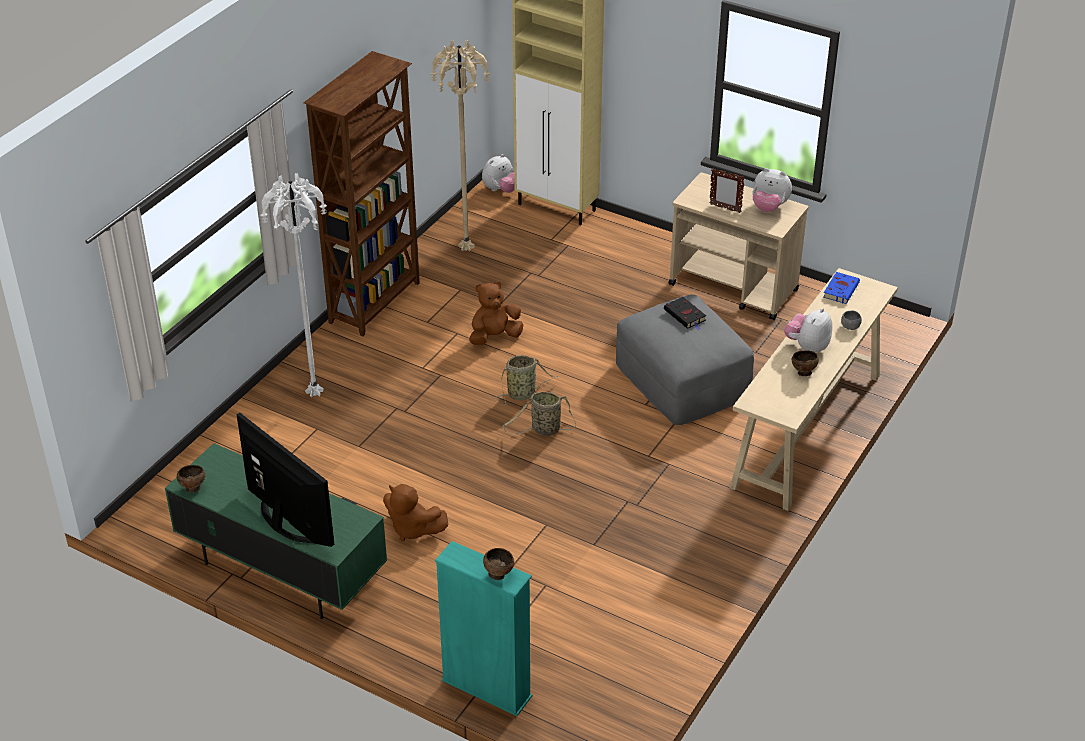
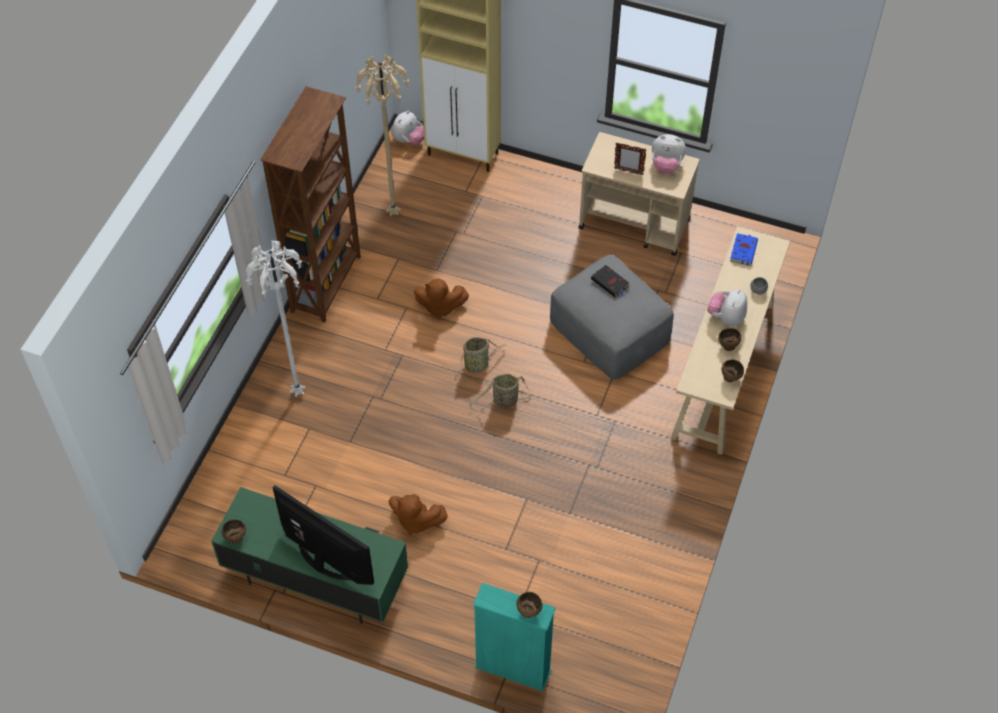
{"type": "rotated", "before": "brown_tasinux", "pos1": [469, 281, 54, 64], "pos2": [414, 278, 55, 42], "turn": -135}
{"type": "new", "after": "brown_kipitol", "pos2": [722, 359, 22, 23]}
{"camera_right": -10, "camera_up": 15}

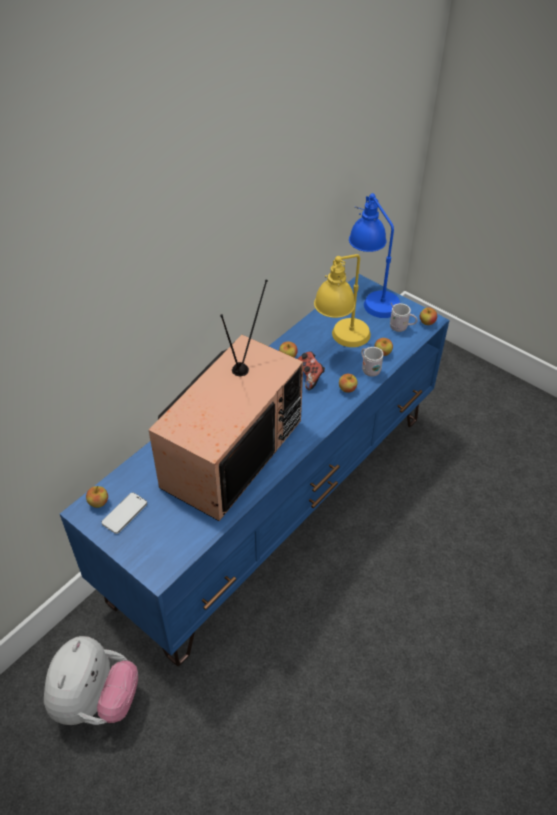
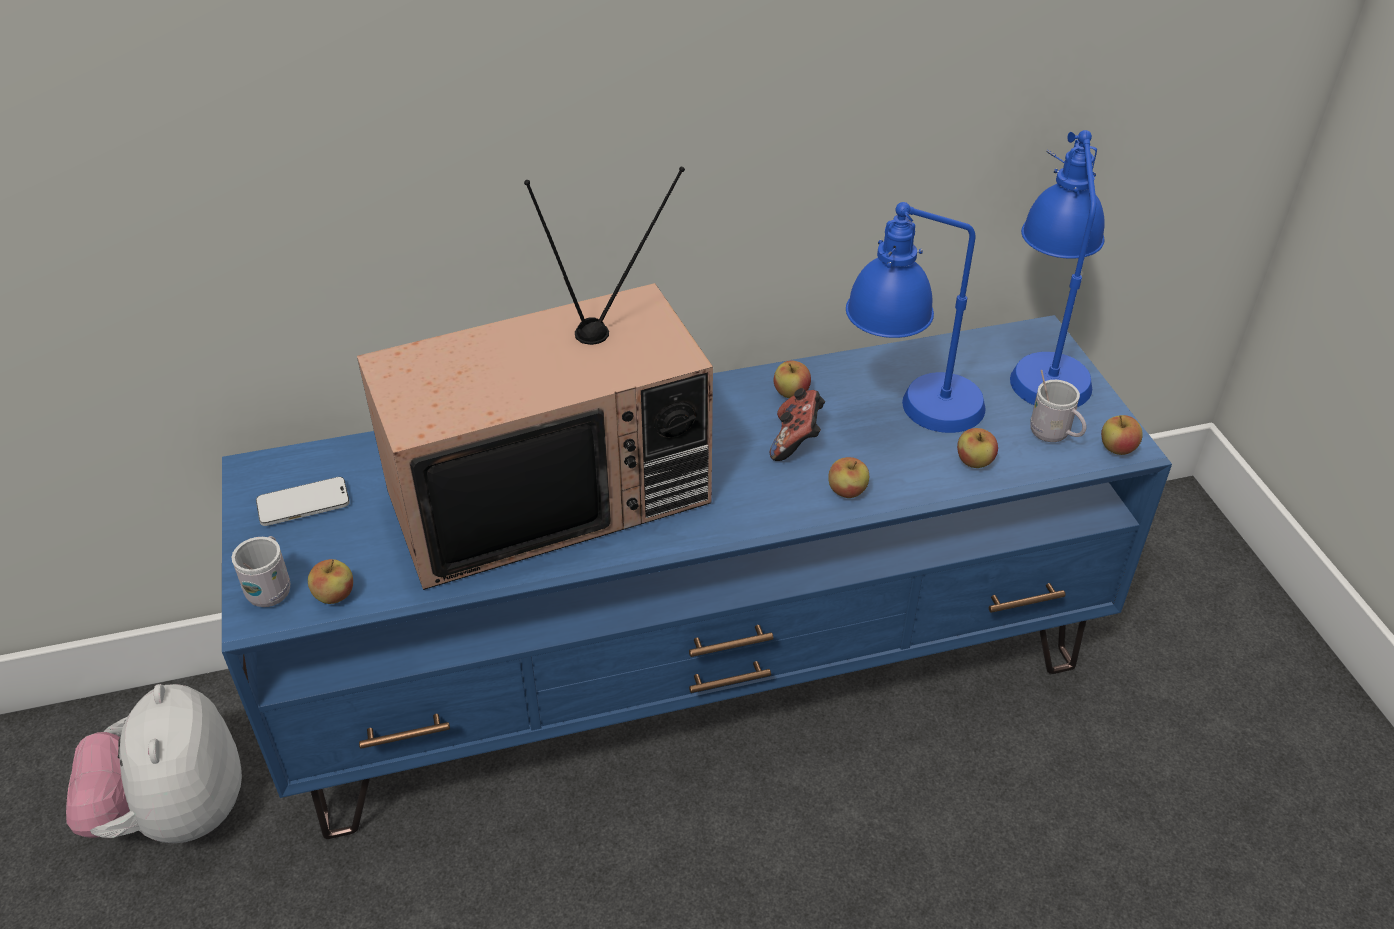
{"type": "rotated", "before": "tasinux", "pos1": [44, 636, 94, 89], "pos2": [66, 684, 176, 159], "turn": 120}
{"type": "shifted", "before": "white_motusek", "pos1": [361, 347, 23, 30], "pos2": [232, 536, 58, 71]}
{"type": "shifted", "before": "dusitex", "pos1": [86, 486, 22, 22], "pos2": [308, 559, 45, 45]}
{"type": "repainted", "before": "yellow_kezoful", "after": "blue_kezoful", "pos1": [314, 254, 57, 93], "pos2": [846, 202, 140, 231]}
{"camera_right": 35, "camera_up": -5}

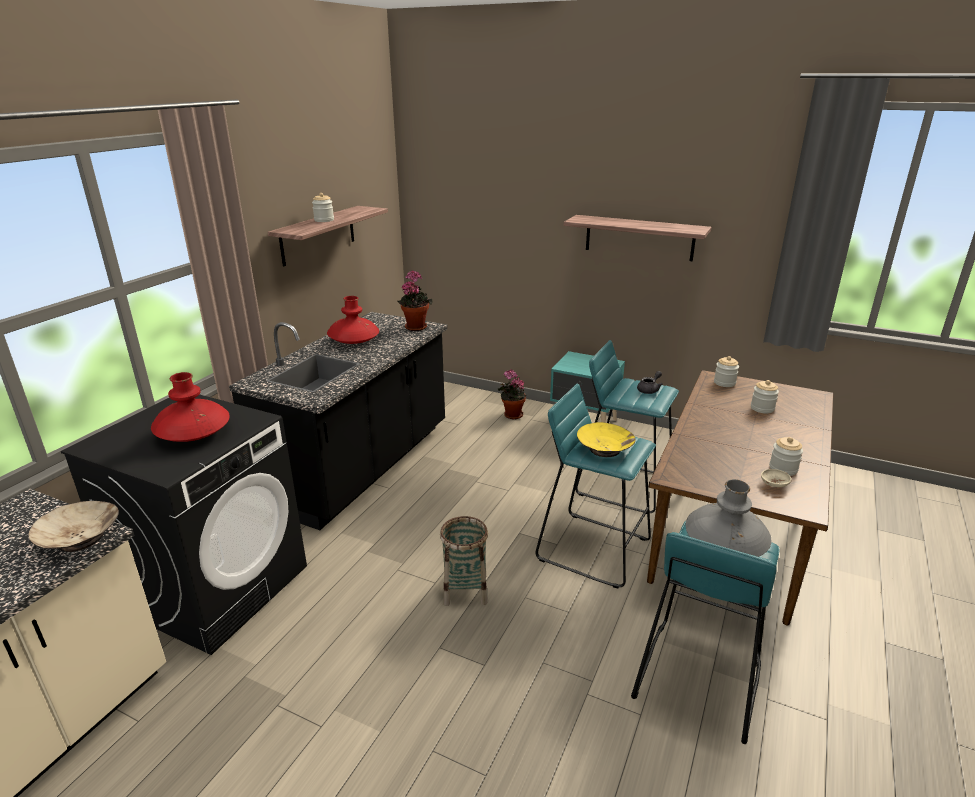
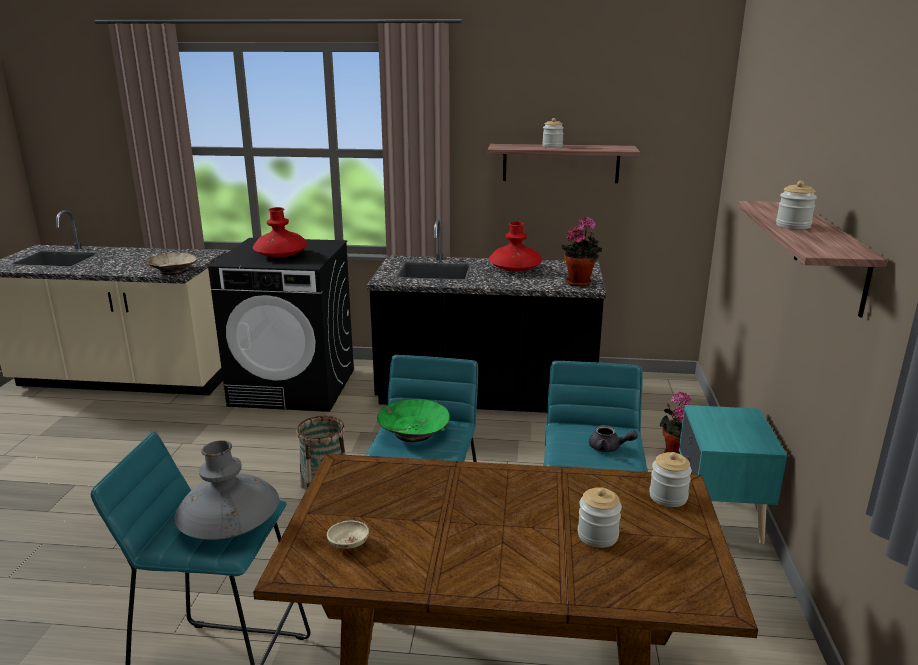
{"type": "repainted", "before": "yellow_kipitol", "after": "green_kipitol", "pos1": [577, 422, 59, 35], "pos2": [377, 399, 73, 43]}
{"type": "shifted", "before": "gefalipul", "pos1": [769, 437, 34, 39], "pos2": [776, 181, 41, 48]}
{"camera_right": 70, "camera_up": -5}

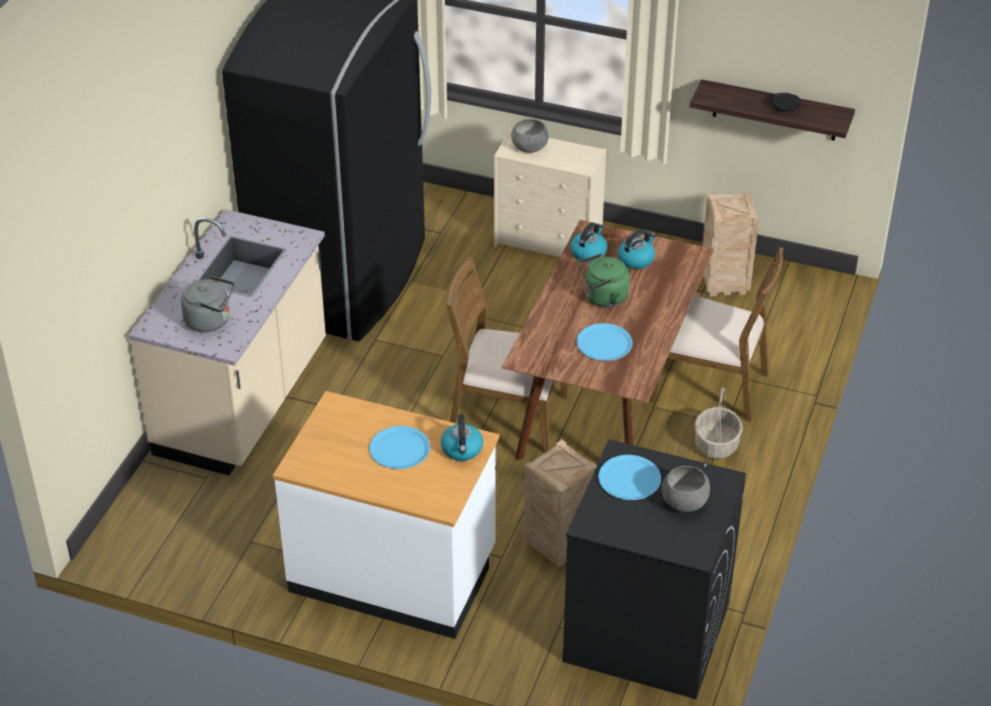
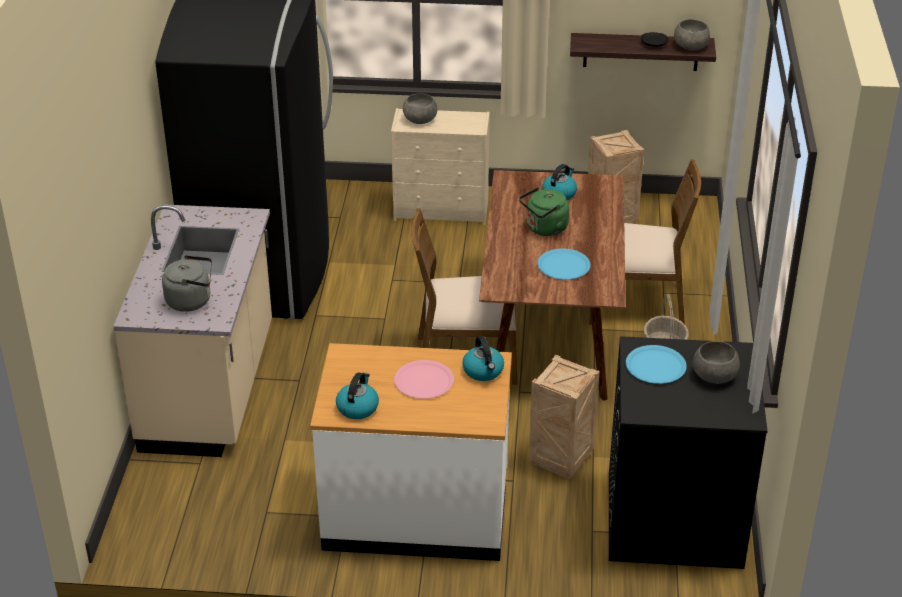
{"type": "shifted", "before": "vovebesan", "pos1": [570, 222, 37, 40], "pos2": [336, 372, 43, 47]}
{"type": "repainted", "before": "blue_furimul", "after": "pink_furimul", "pos1": [369, 426, 61, 43], "pos2": [394, 360, 60, 39]}
{"type": "new", "after": "grey_kipitol", "pos2": [674, 19, 36, 31]}
{"camera_right": -15, "camera_up": -5}

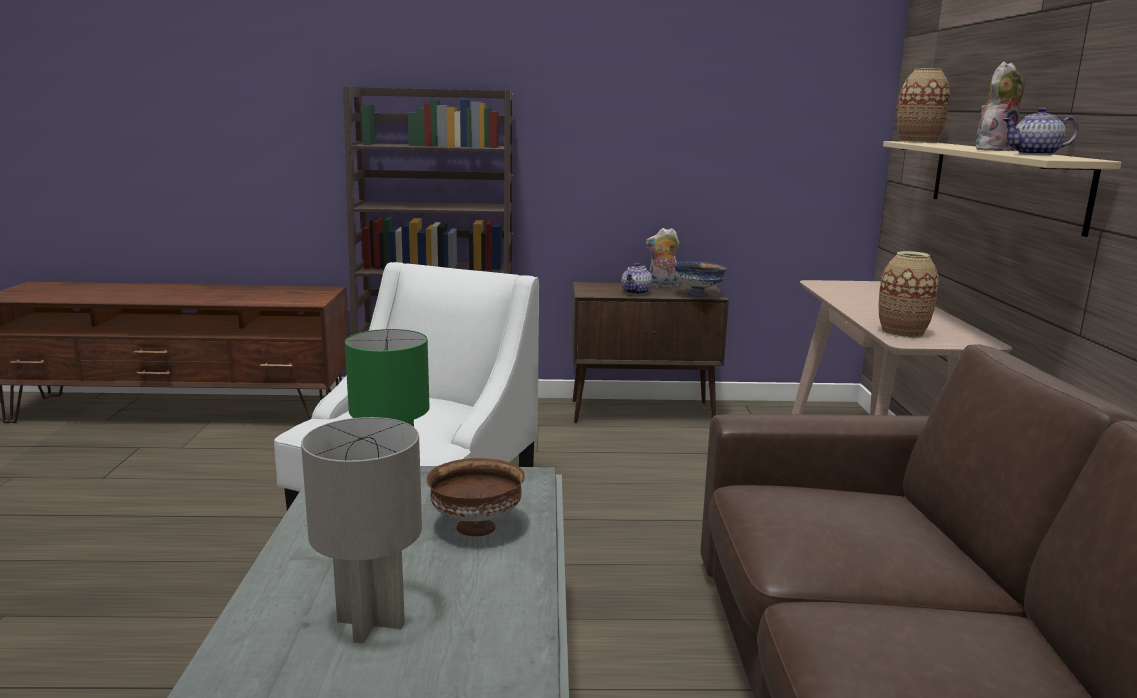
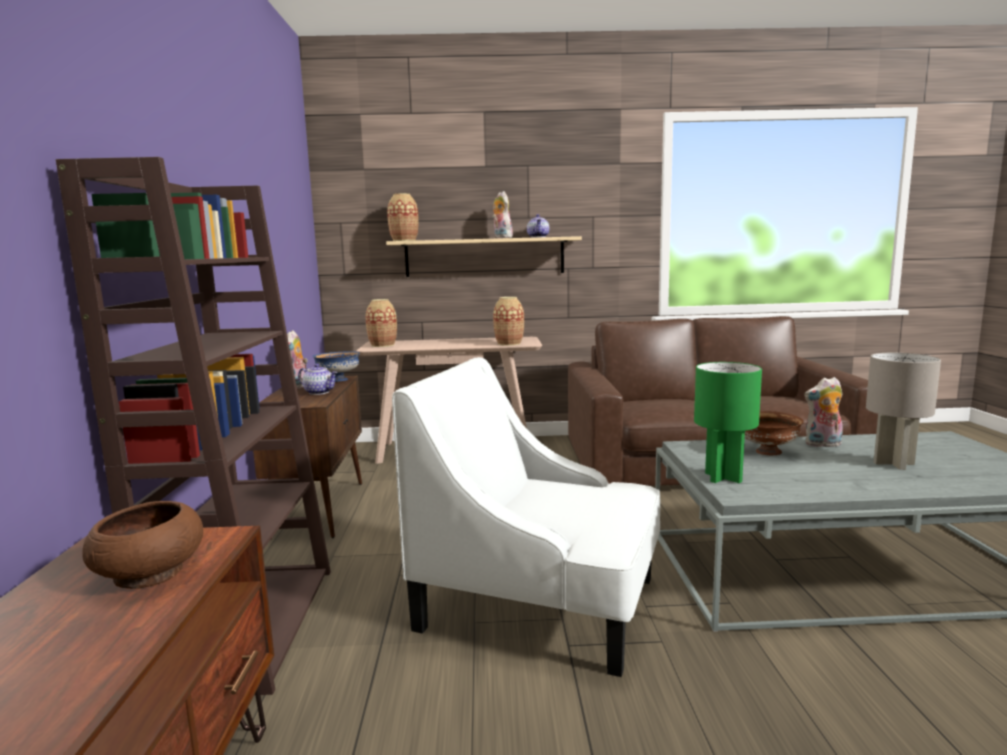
{"type": "new", "after": "brown_kipitol", "pos2": [82, 501, 121, 88]}
{"type": "new", "after": "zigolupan", "pos2": [365, 299, 32, 48]}
{"type": "new", "after": "tasinux", "pos2": [804, 377, 39, 70]}
{"camera_right": -90, "camera_up": -5}

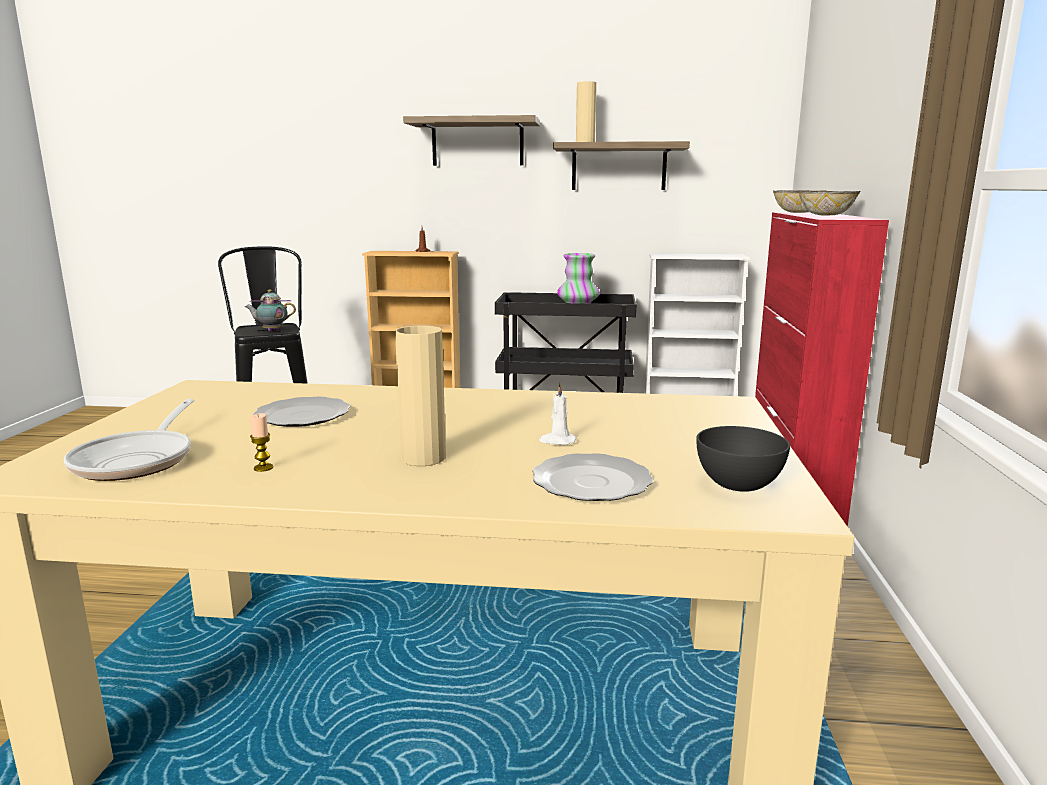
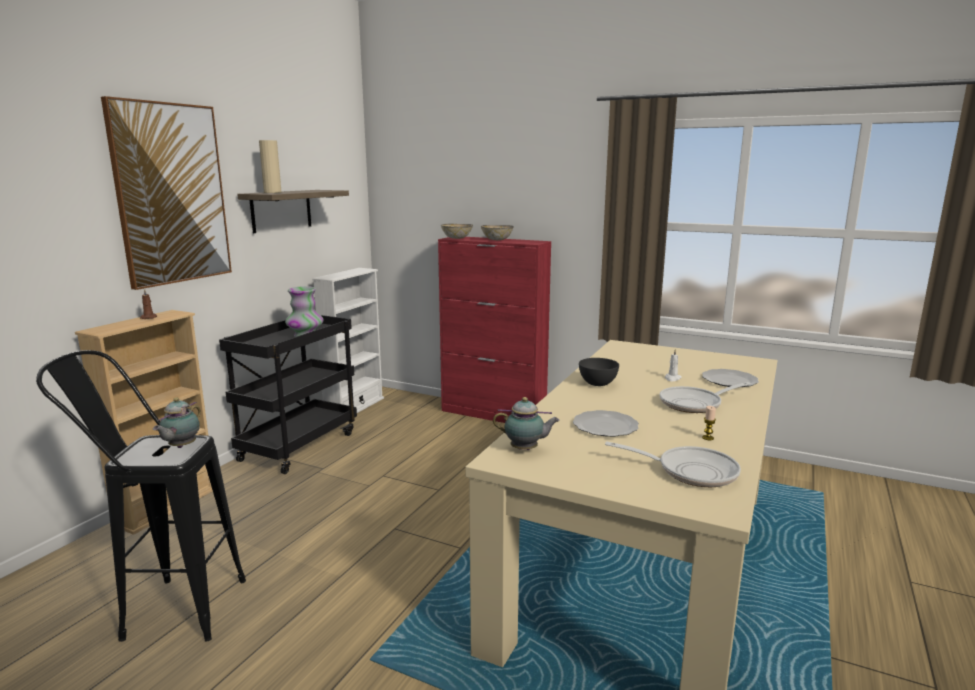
{"type": "swapped", "before": "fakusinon", "after": "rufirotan", "pos1": [403, 115, 137, 51], "pos2": [101, 96, 131, 194]}
{"type": "new", "after": "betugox", "pos2": [493, 397, 67, 53]}
{"type": "shifted", "before": "grey_kipitol", "pos1": [696, 426, 94, 66], "pos2": [579, 358, 40, 28]}
{"type": "swapped", "before": "beige_zigolupan", "after": "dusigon", "pos1": [395, 326, 51, 140], "pos2": [660, 382, 91, 31]}
{"camera_right": -70, "camera_up": 0}

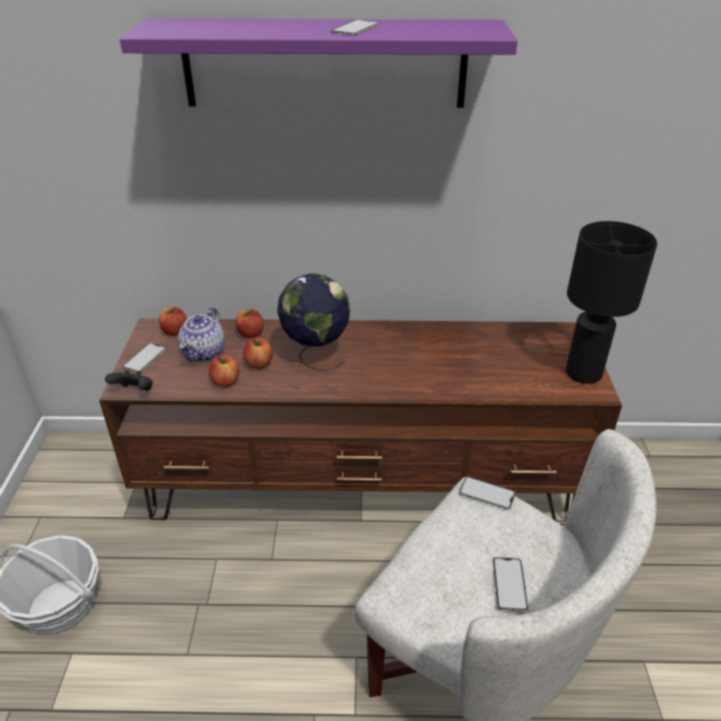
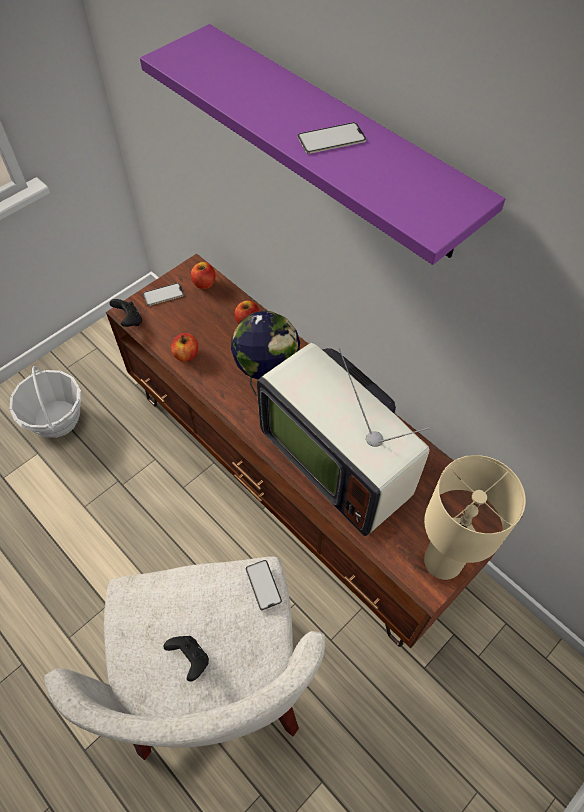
{"type": "swapped", "before": "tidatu", "after": "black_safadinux", "pos1": [493, 557, 35, 54], "pos2": [163, 636, 46, 46]}
{"type": "new", "after": "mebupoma", "pos2": [257, 343, 174, 193]}
{"type": "repainted", "before": "black_kezoful", "after": "beige_kezoful", "pos1": [566, 221, 91, 163], "pos2": [424, 455, 102, 125]}
{"type": "gone", "before": "betugox", "pos1": [178, 307, 47, 55]}
{"type": "gone", "before": "dusitex", "pos1": [243, 337, 30, 32]}
{"camera_right": 45, "camera_up": 20}

